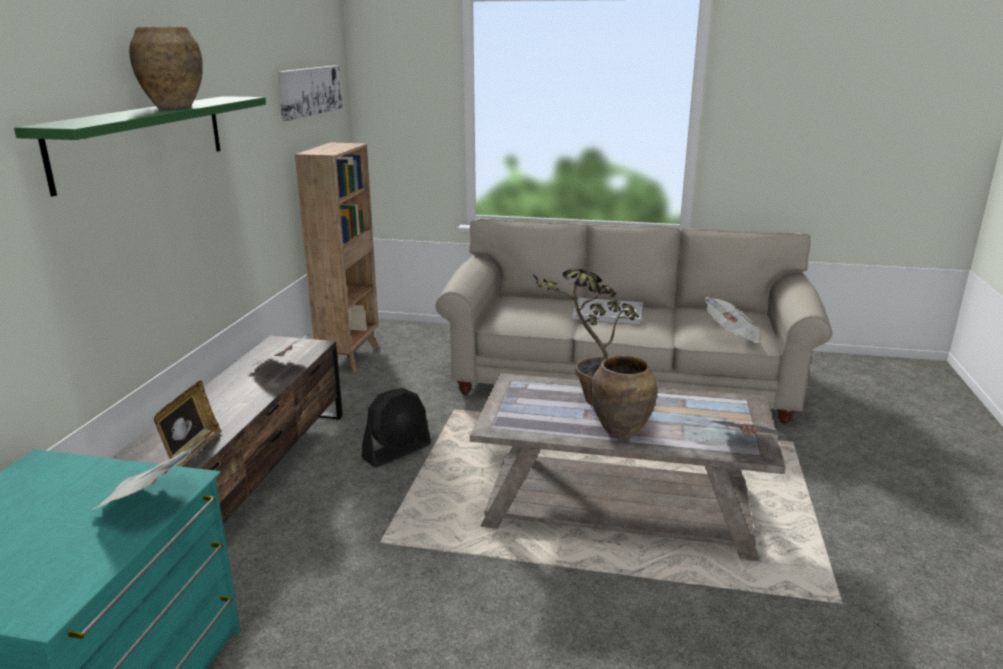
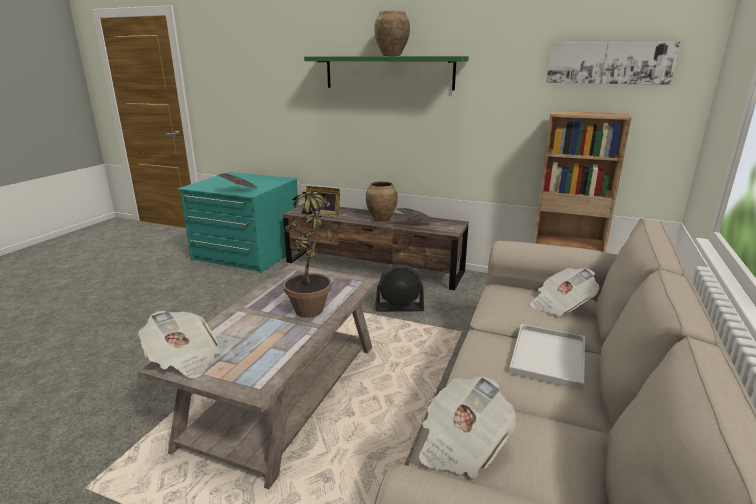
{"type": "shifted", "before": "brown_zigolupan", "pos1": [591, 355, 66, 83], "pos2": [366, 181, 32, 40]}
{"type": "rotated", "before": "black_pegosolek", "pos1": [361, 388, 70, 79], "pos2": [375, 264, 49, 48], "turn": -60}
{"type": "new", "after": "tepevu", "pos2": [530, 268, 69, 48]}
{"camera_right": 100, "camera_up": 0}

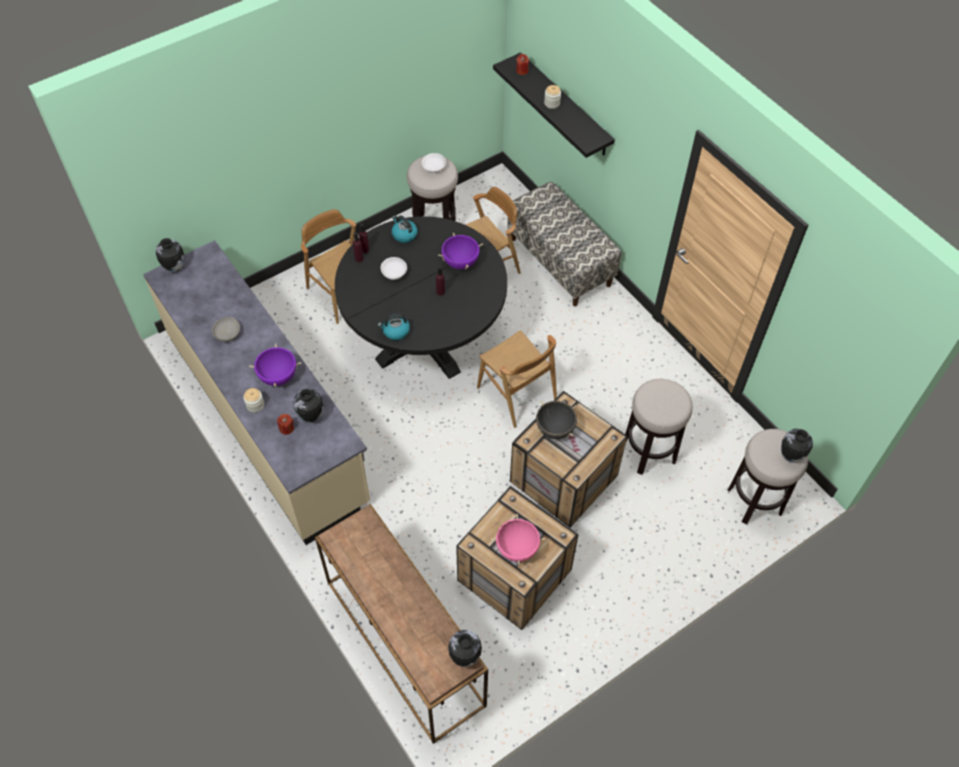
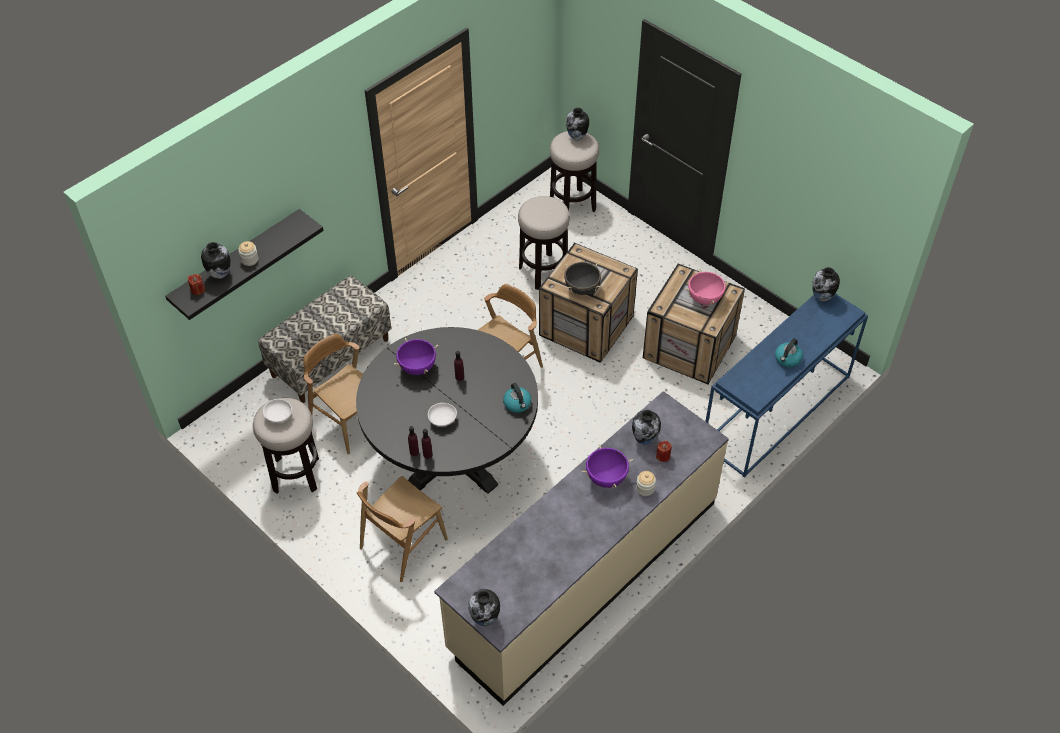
{"type": "new", "after": "zigolupan", "pos2": [201, 242, 30, 37]}
{"type": "repainted", "before": "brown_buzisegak", "after": "blue_buzisegak", "pos1": [315, 504, 173, 240], "pos2": [705, 294, 163, 184]}
{"type": "shifted", "before": "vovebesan", "pos1": [392, 215, 26, 28], "pos2": [775, 338, 28, 29]}
{"type": "gone", "before": "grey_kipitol", "pos1": [212, 317, 28, 25]}
{"camera_right": -100, "camera_up": -5}

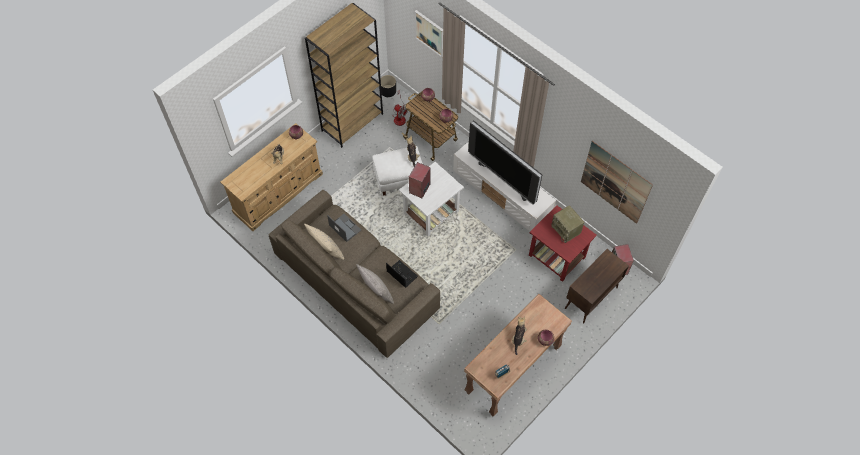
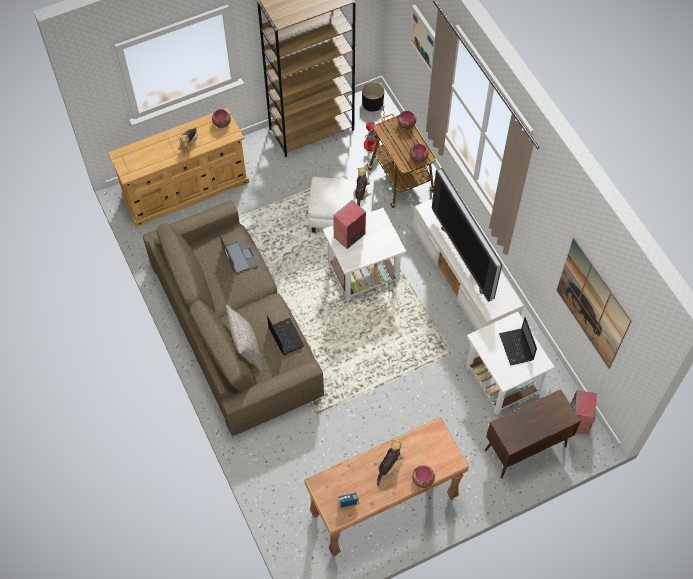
{"type": "repainted", "before": "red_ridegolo", "after": "white_ridegolo", "pos1": [529, 205, 68, 77], "pos2": [466, 312, 89, 103]}
{"type": "swapped", "before": "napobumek", "after": "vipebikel", "pos1": [551, 205, 33, 38], "pos2": [499, 317, 38, 48]}
{"type": "gone", "before": "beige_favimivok", "pos1": [304, 224, 40, 36]}
{"camera_right": 20, "camera_up": 0}

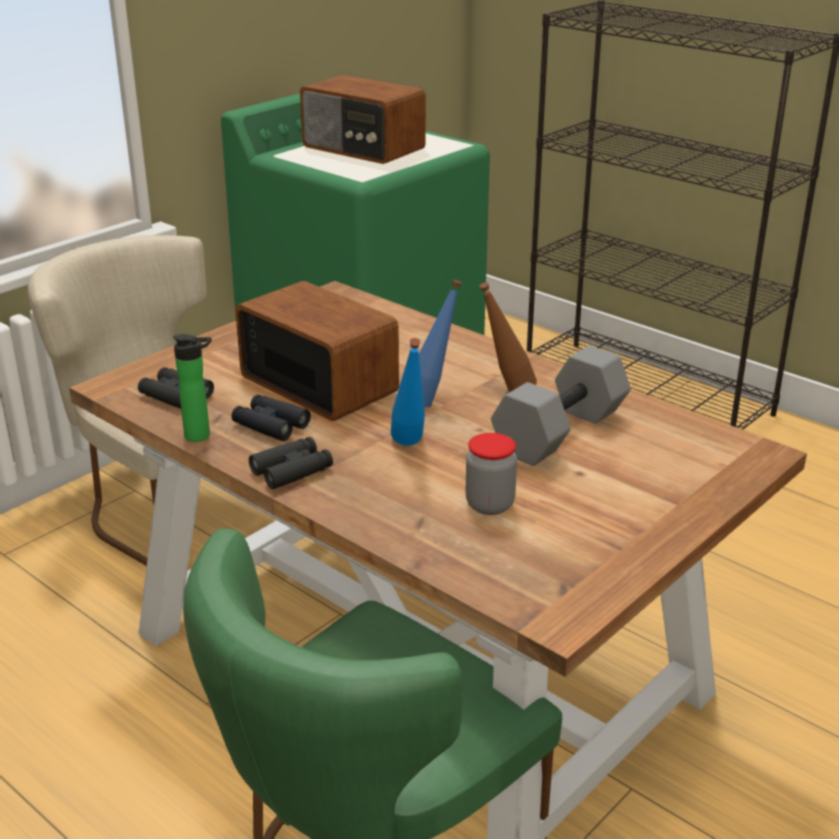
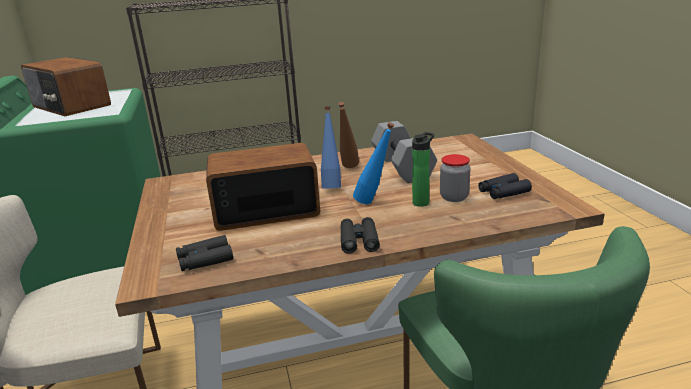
{"type": "rotated", "before": "napobumek", "pos1": [300, 75, 126, 89], "pos2": [21, 57, 90, 59], "turn": 60}
{"type": "shifted", "before": "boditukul", "pos1": [173, 334, 39, 108], "pos2": [412, 132, 22, 75]}
{"type": "shifted", "before": "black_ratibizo", "pos1": [231, 395, 80, 46], "pos2": [478, 173, 54, 26]}
{"camera_right": -55, "camera_up": -5}

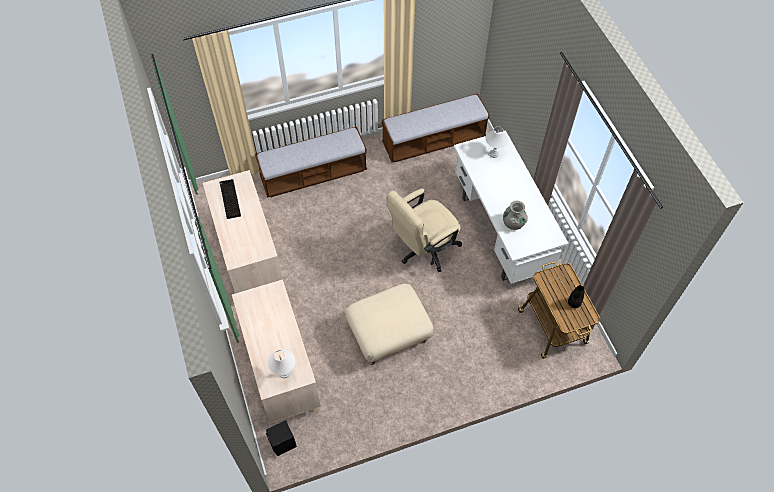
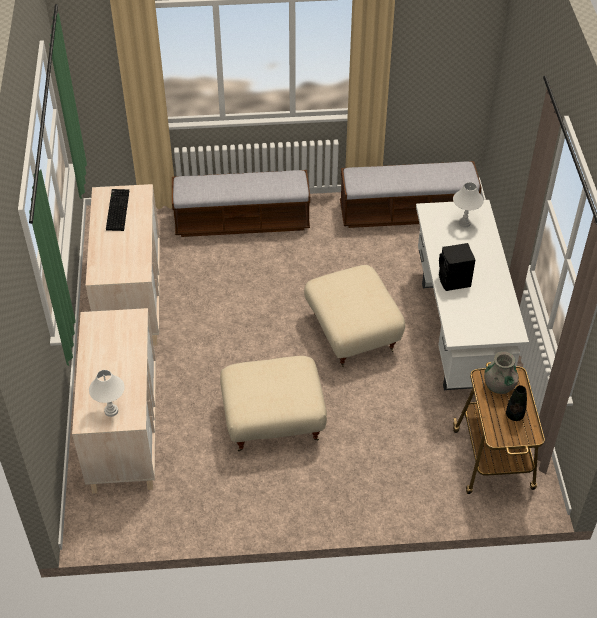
{"type": "swapped", "before": "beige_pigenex", "after": "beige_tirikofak", "pos1": [386, 188, 76, 84], "pos2": [304, 265, 101, 102]}
{"type": "shifted", "before": "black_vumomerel", "pos1": [266, 420, 31, 36], "pos2": [439, 243, 36, 48]}
{"type": "shifted", "before": "grey_zigolupan", "pos1": [503, 201, 25, 29], "pos2": [484, 351, 35, 43]}
{"camera_right": 15, "camera_up": -10}

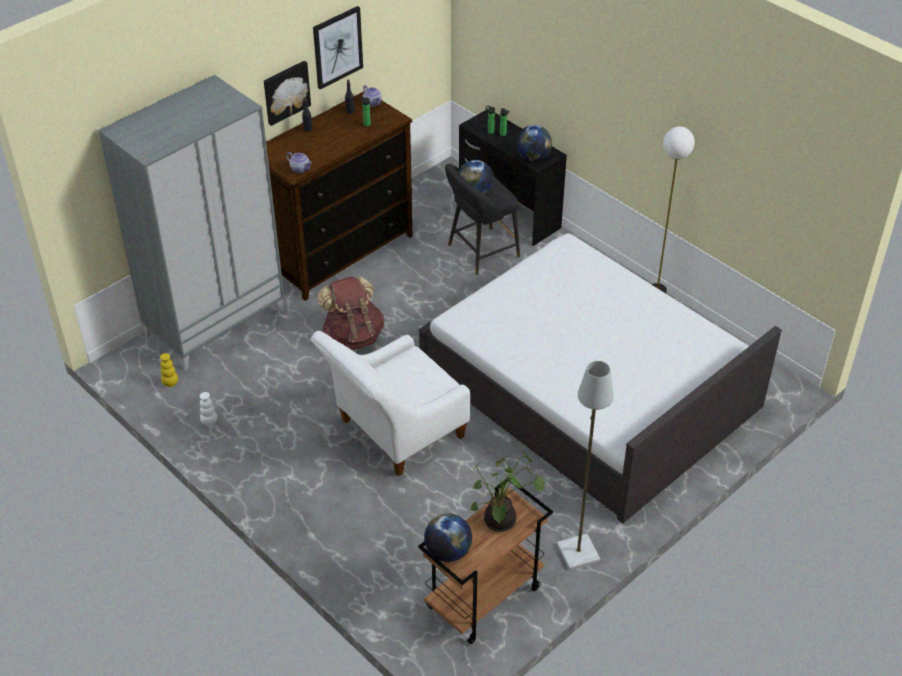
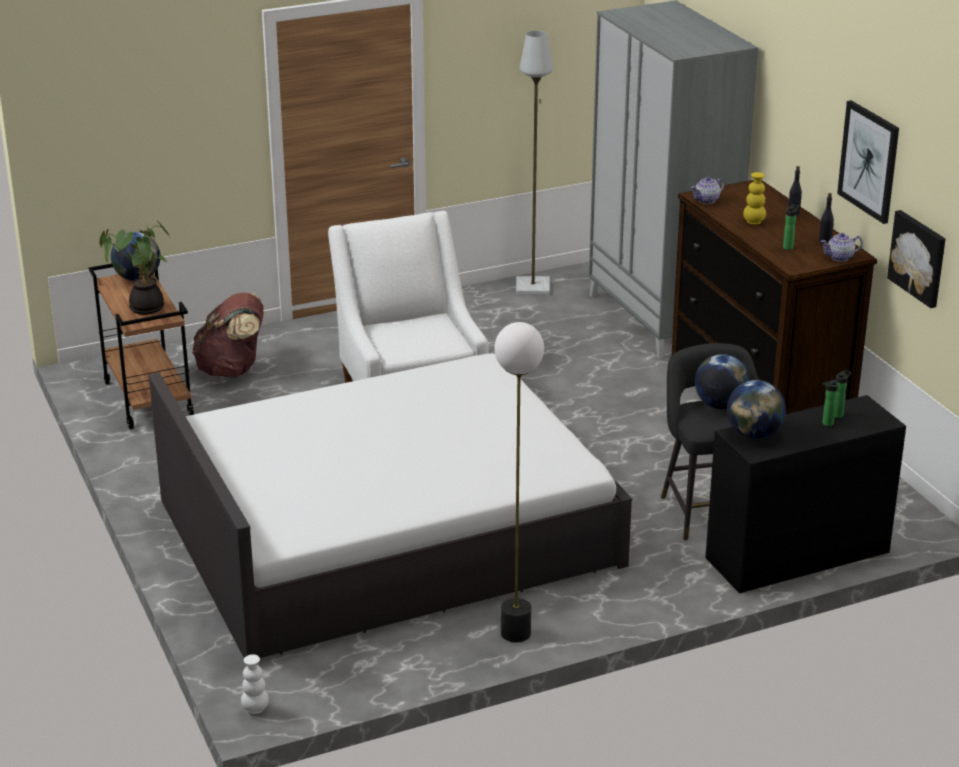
{"type": "shifted", "before": "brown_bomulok", "pos1": [317, 276, 67, 74], "pos2": [192, 292, 72, 86]}
{"type": "shifted", "before": "white_zigolupan", "pos1": [200, 392, 18, 34], "pos2": [241, 654, 28, 60]}
{"type": "shifted", "before": "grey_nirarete", "pos1": [557, 361, 57, 209], "pos2": [516, 30, 37, 265]}
{"type": "shifted", "before": "yellow_zigolupan", "pos1": [160, 353, 18, 34], "pos2": [743, 172, 23, 53]}
{"type": "shifted", "before": "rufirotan", "pos1": [264, 61, 47, 65], "pos2": [887, 210, 58, 98]}
{"camera_right": 110, "camera_up": -15}

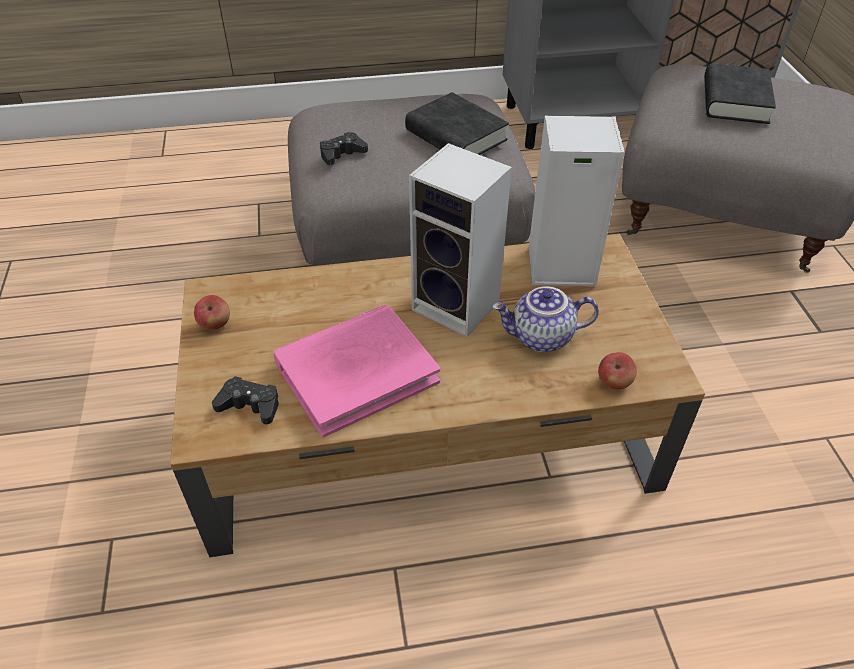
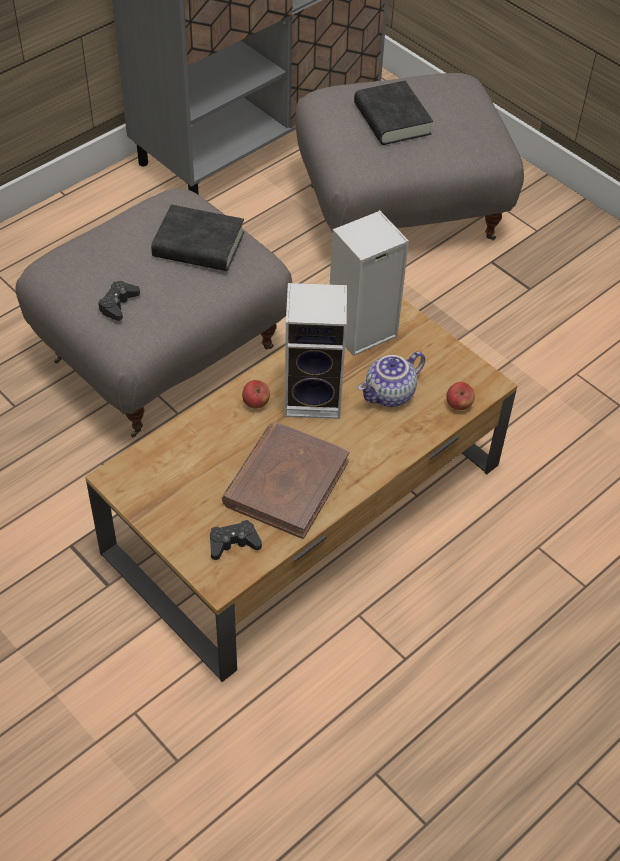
{"type": "repainted", "before": "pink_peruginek", "after": "brown_peruginek", "pos1": [274, 305, 166, 133], "pos2": [222, 422, 127, 117]}
{"type": "shifted", "before": "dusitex", "pos1": [194, 295, 36, 35], "pos2": [242, 380, 28, 29]}
{"camera_right": -35, "camera_up": 5}

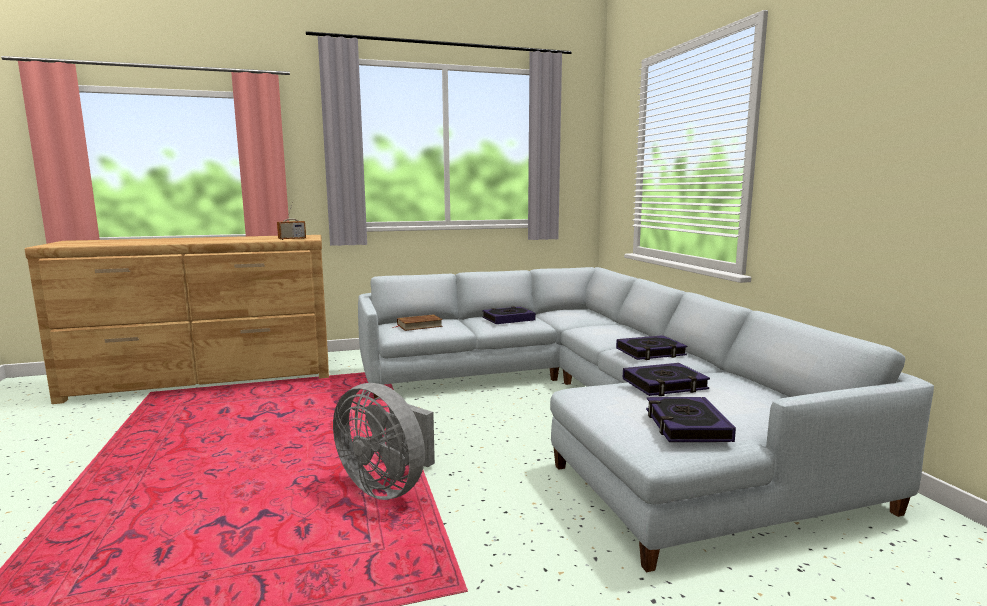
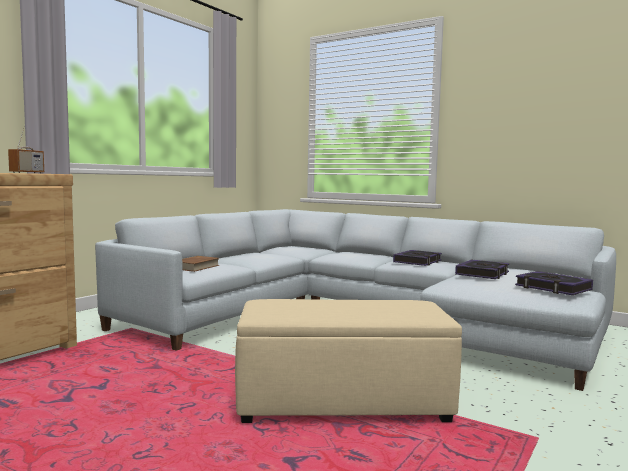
{"type": "swapped", "before": "grey_pegosolek", "after": "beige_tirikofak", "pos1": [333, 383, 102, 117], "pos2": [235, 299, 227, 124]}
{"type": "gone", "before": "peruginek", "pos1": [482, 306, 54, 18]}
{"camera_right": -40, "camera_up": -5}

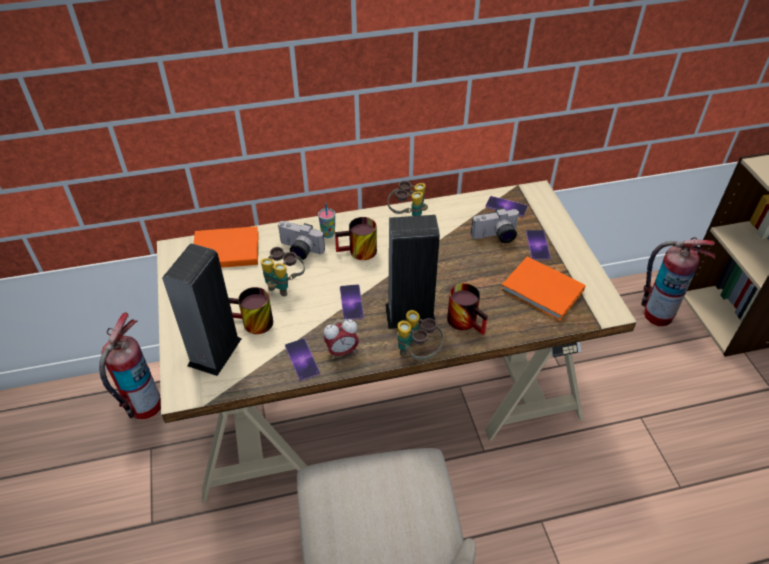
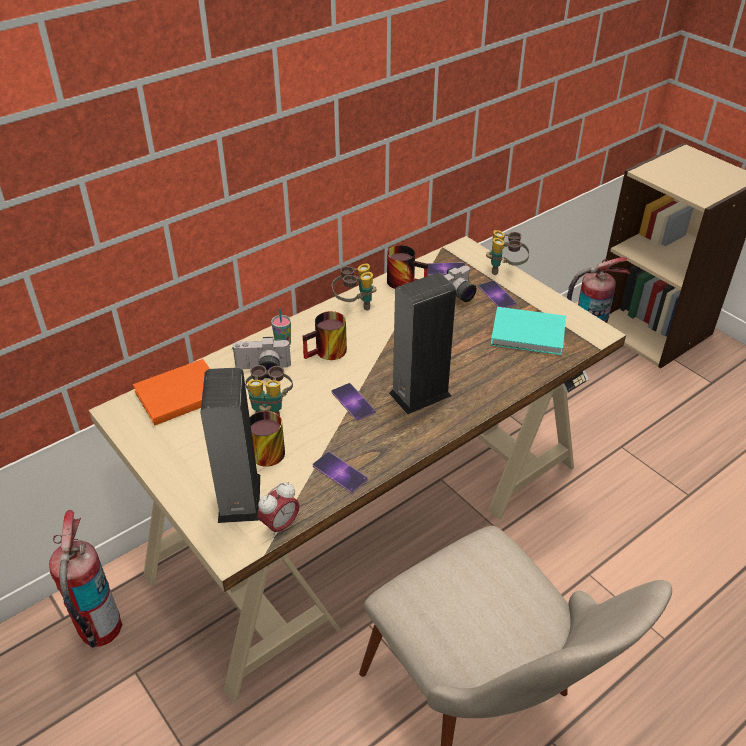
{"type": "shifted", "before": "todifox", "pos1": [324, 319, 35, 40], "pos2": [257, 482, 43, 56]}
{"type": "shifted", "before": "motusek", "pos1": [447, 283, 41, 52], "pos2": [387, 245, 41, 44]}
{"type": "shifted", "before": "ratibizo", "pos1": [397, 310, 47, 50], "pos2": [486, 230, 43, 45]}
{"type": "repainted", "before": "orange_peruginek", "after": "turquoise_peruginek", "pos1": [501, 257, 85, 64], "pos2": [491, 307, 75, 48]}
{"camera_right": -25, "camera_up": -5}

